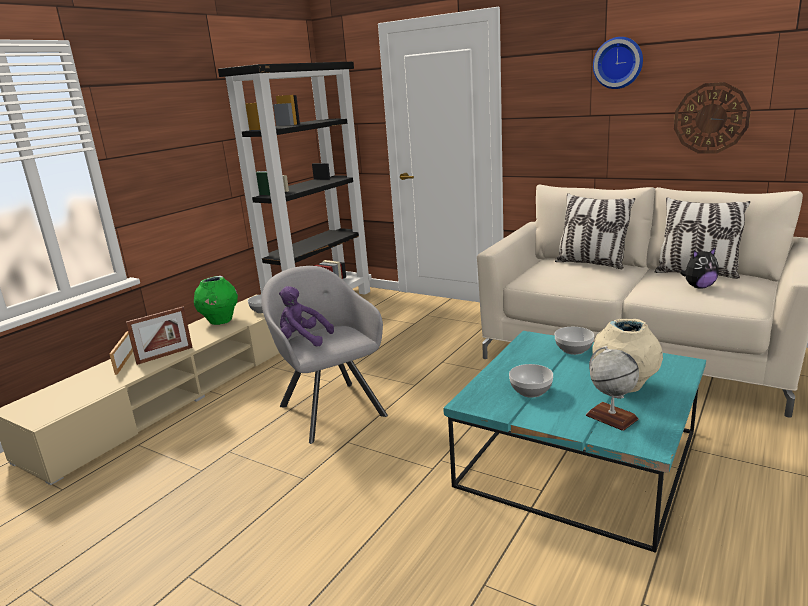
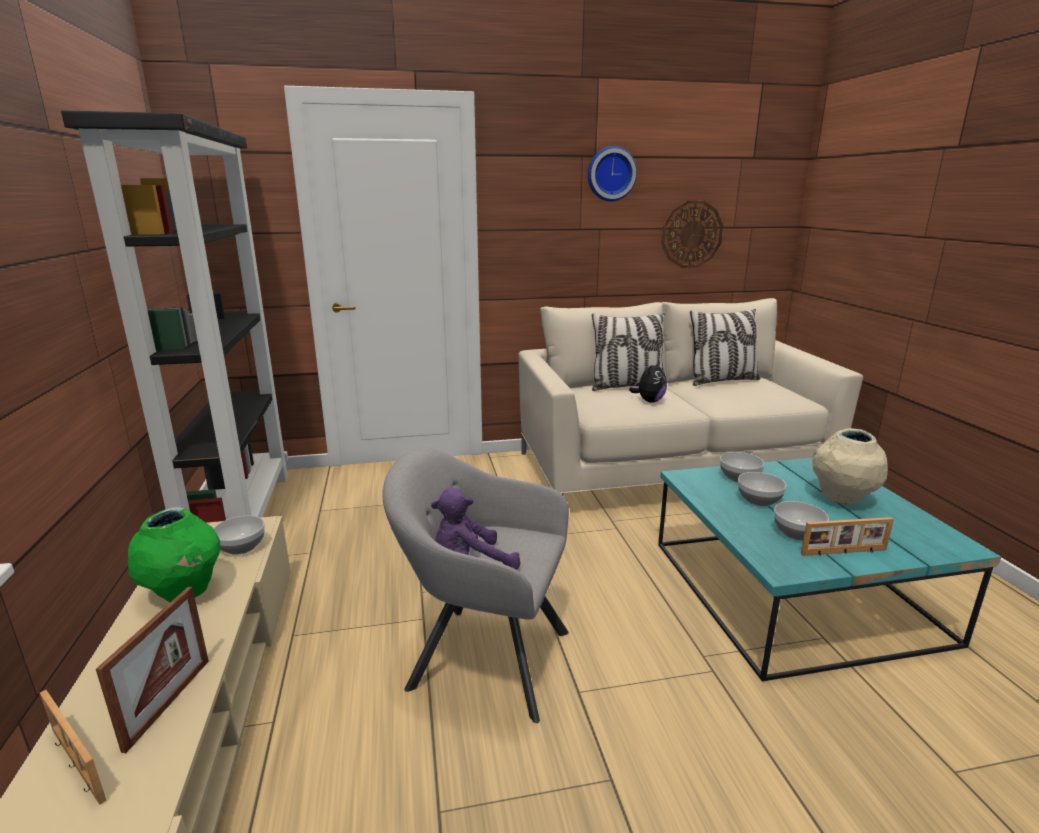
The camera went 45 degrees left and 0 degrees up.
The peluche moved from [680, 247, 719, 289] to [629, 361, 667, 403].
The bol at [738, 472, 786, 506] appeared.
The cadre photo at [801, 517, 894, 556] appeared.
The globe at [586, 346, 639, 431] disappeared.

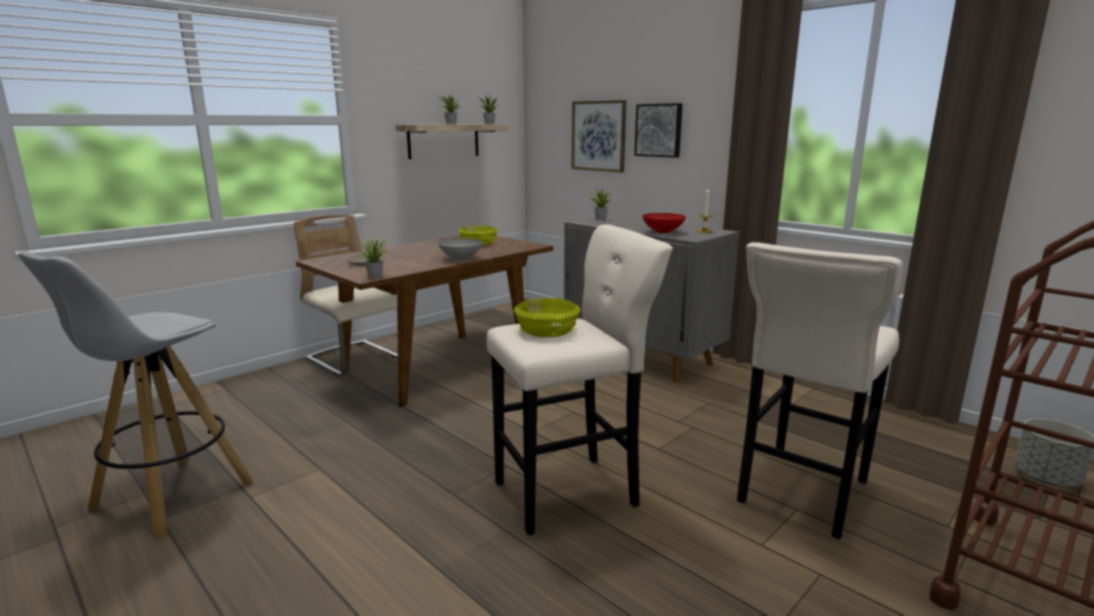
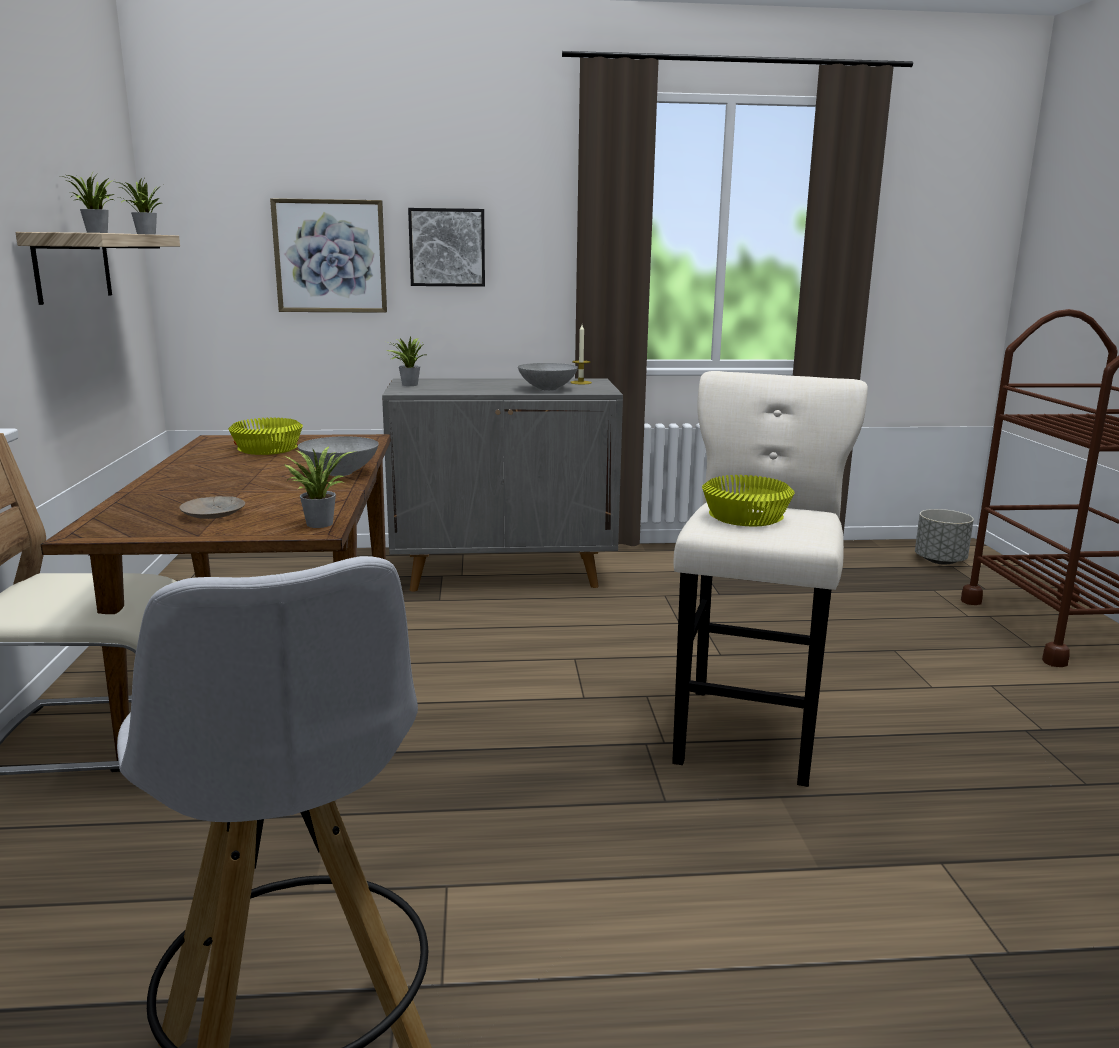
The camera went 50 degrees left and 0 degrees up.
The bol/rouge at [642, 213, 686, 233] became the bol/gris at [518, 363, 578, 391].
The tabouret/beige at [737, 242, 903, 539] disappeared.

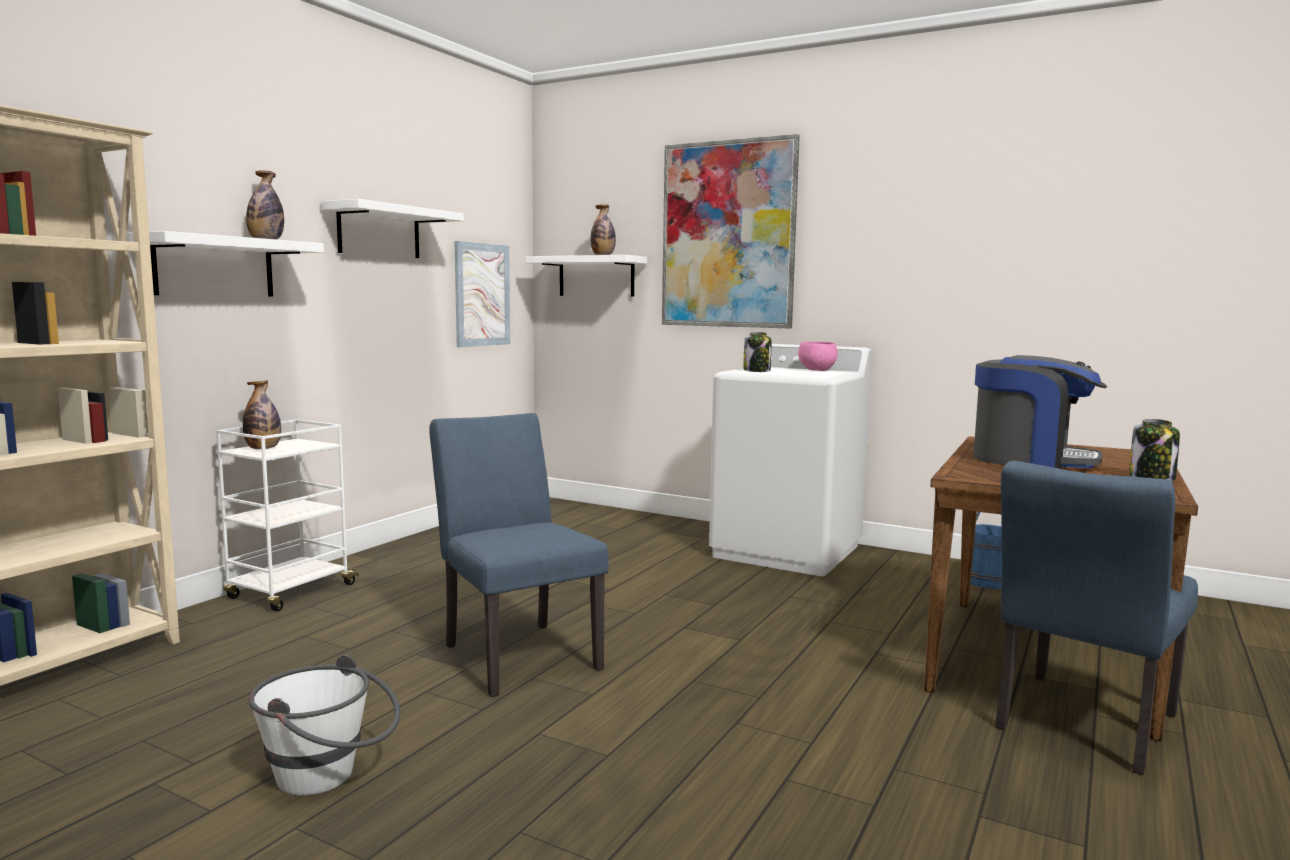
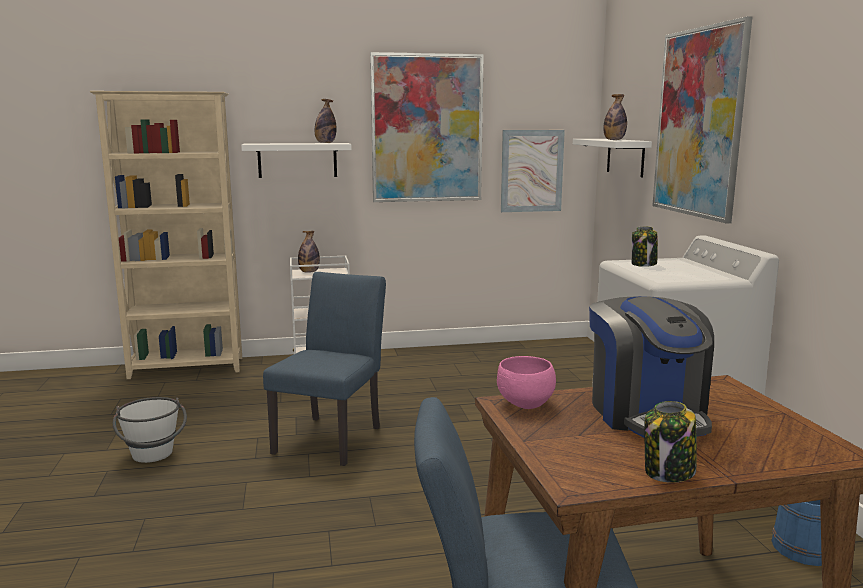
The camera went 50 degrees right and 5 degrees up.
The étagère/blanc at [321, 199, 464, 258] was replaced by the tableau at [370, 52, 484, 202].
The bol/rose moved from [798, 341, 838, 371] to [497, 356, 556, 409].

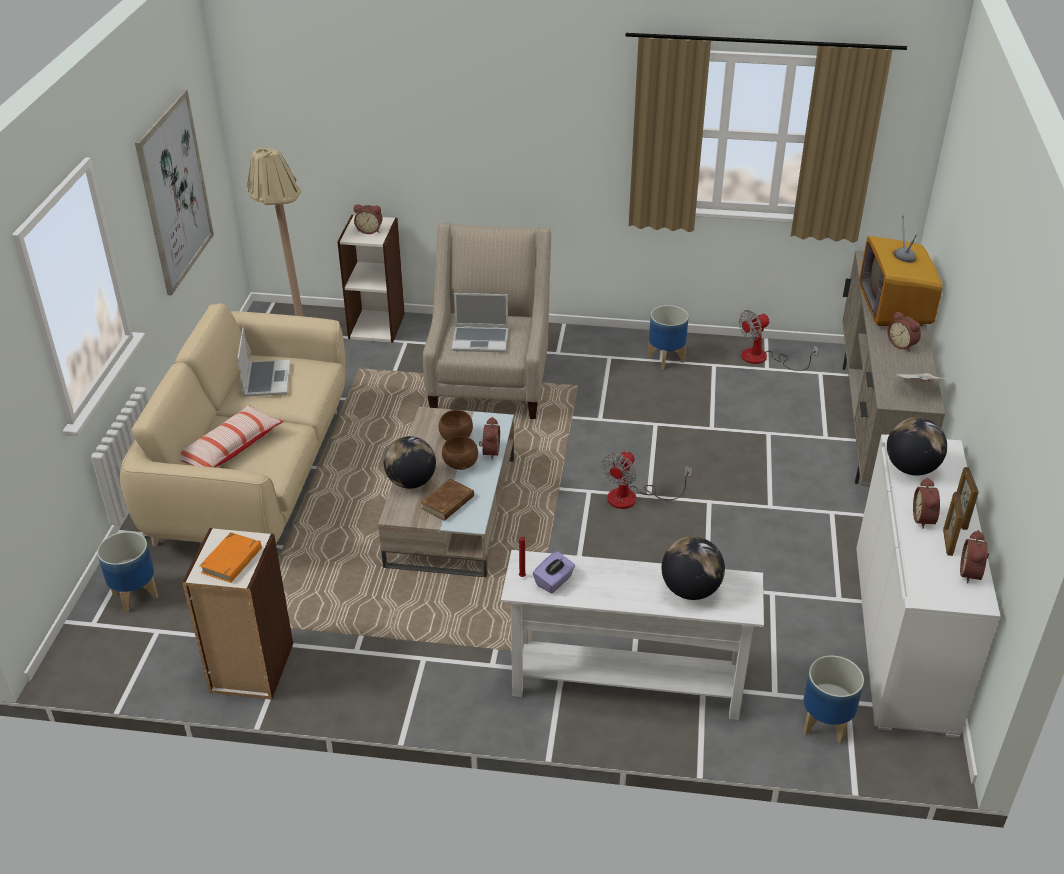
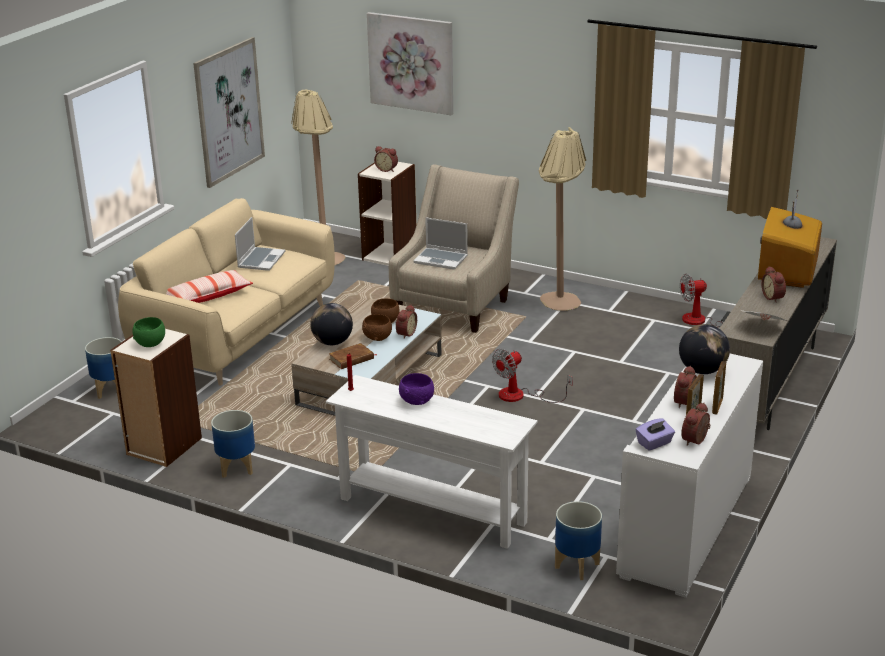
The camera went 20 degrees right and 10 degrees down.
The livre/orange at [199, 532, 262, 583] was replaced by the bol/vert at [132, 317, 165, 347].
The cache-pot moved from [648, 305, 689, 369] to [211, 410, 255, 478].
The tableau at [367, 12, 453, 115] appeared.
The bol/violet at [399, 373, 434, 405] appeared.
The lampadaire/beige at [539, 127, 586, 311] appeared.
The boîte à mouchoirs/violet moved from [533, 551, 575, 593] to [636, 419, 675, 451].
The globe at [662, 536, 725, 600] disappeared.

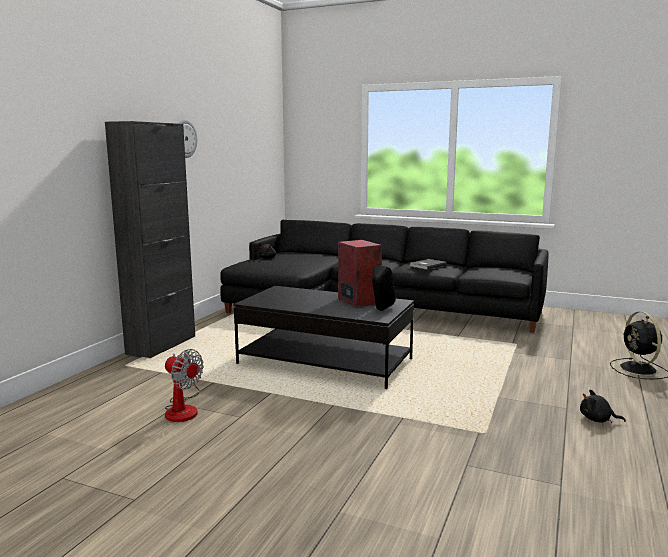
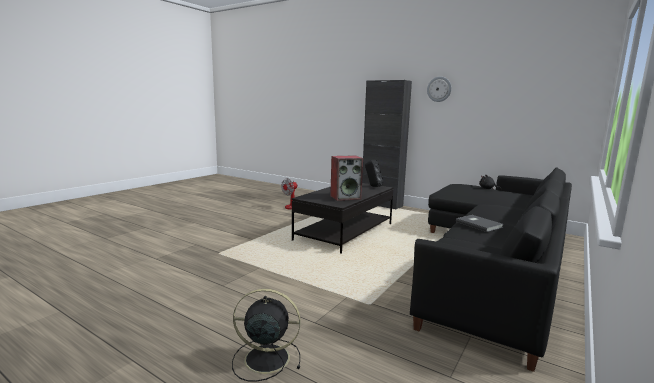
The camera went 100 degrees right and 0 degrees up.
The enceinte/noir moved from [372, 266, 396, 311] to [365, 160, 383, 187].
The peluche/noir at [580, 390, 626, 423] disappeared.

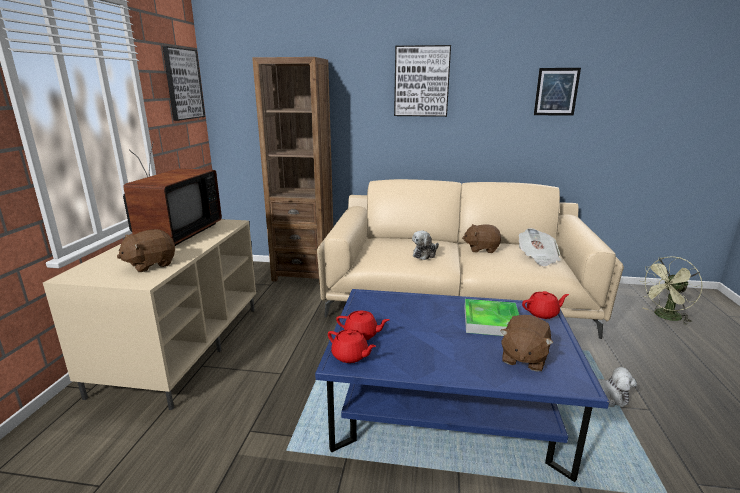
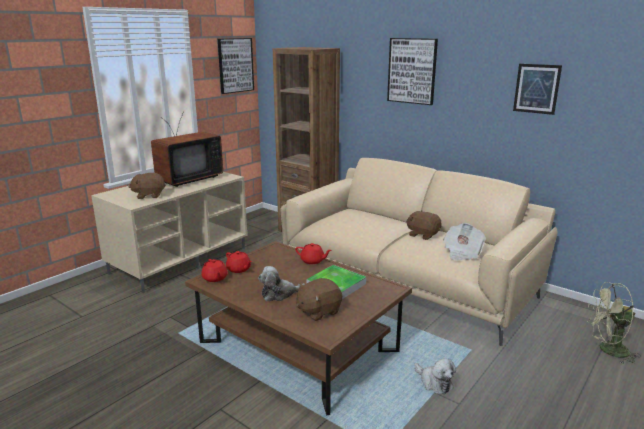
The camera went 30 degrees right and 0 degrees up.
The table basse/bleu at [315, 289, 609, 482] became the table basse/marron at [185, 241, 412, 416].
The peluche moved from [412, 231, 439, 260] to [258, 266, 305, 301].
The théière/rouge moved from [522, 291, 569, 319] to [295, 243, 332, 264].

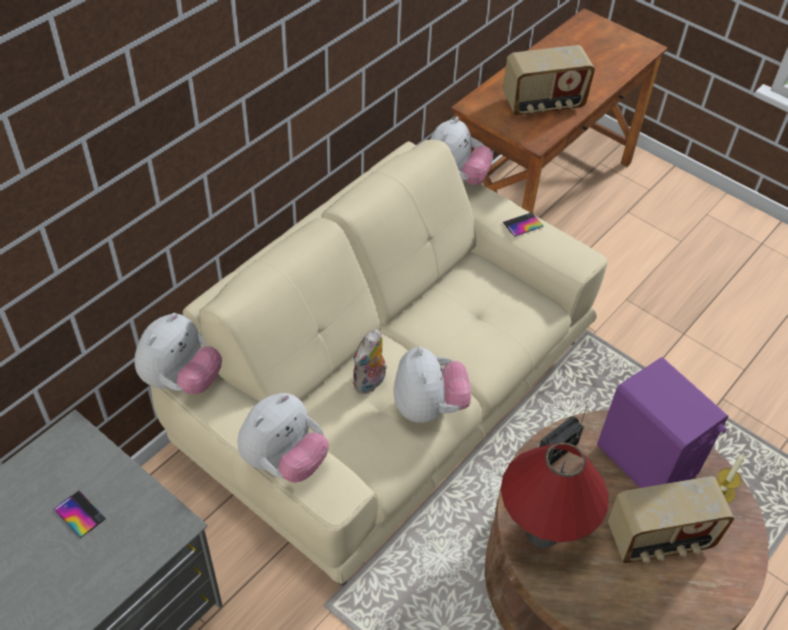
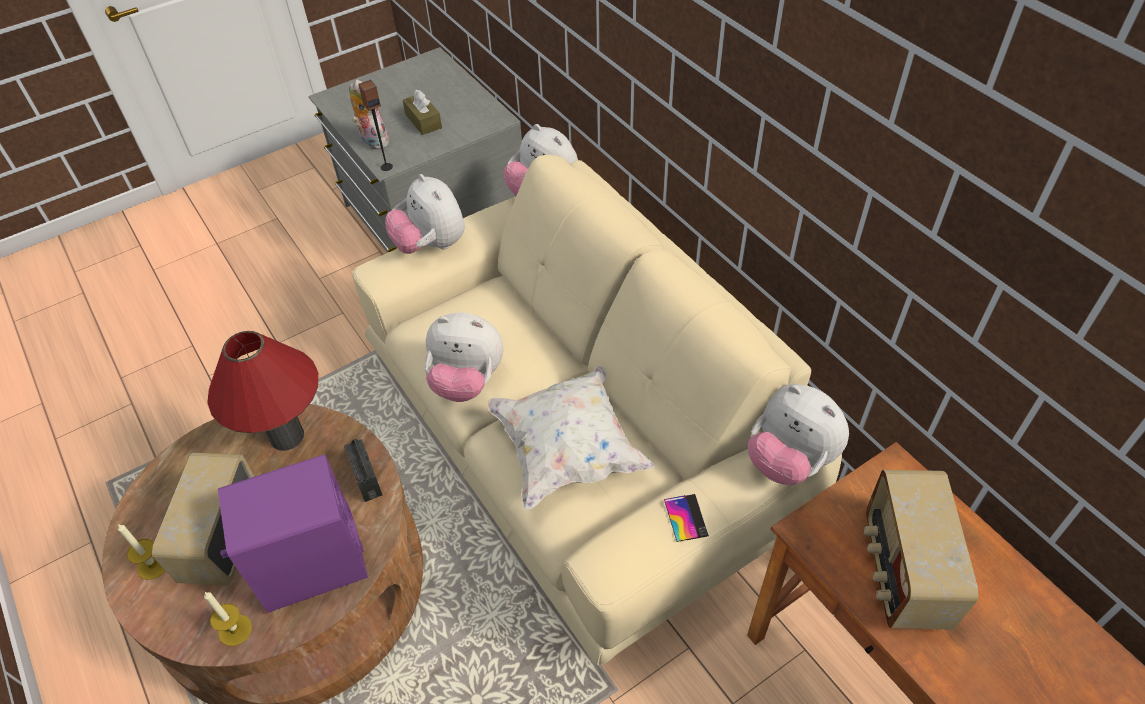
The camera went 110 degrees right and 0 degrees up.
The bougie at [118, 524, 165, 580] appeared.
The peluche moved from [352, 329, 387, 394] to [349, 79, 392, 150].
The enceinte at [358, 80, 393, 171] appeared.
The téléphone at [53, 491, 106, 538] was replaced by the boîte à mouchoirs/marron at [403, 90, 442, 135].
The coussin/blanc at [488, 366, 655, 510] appeared.

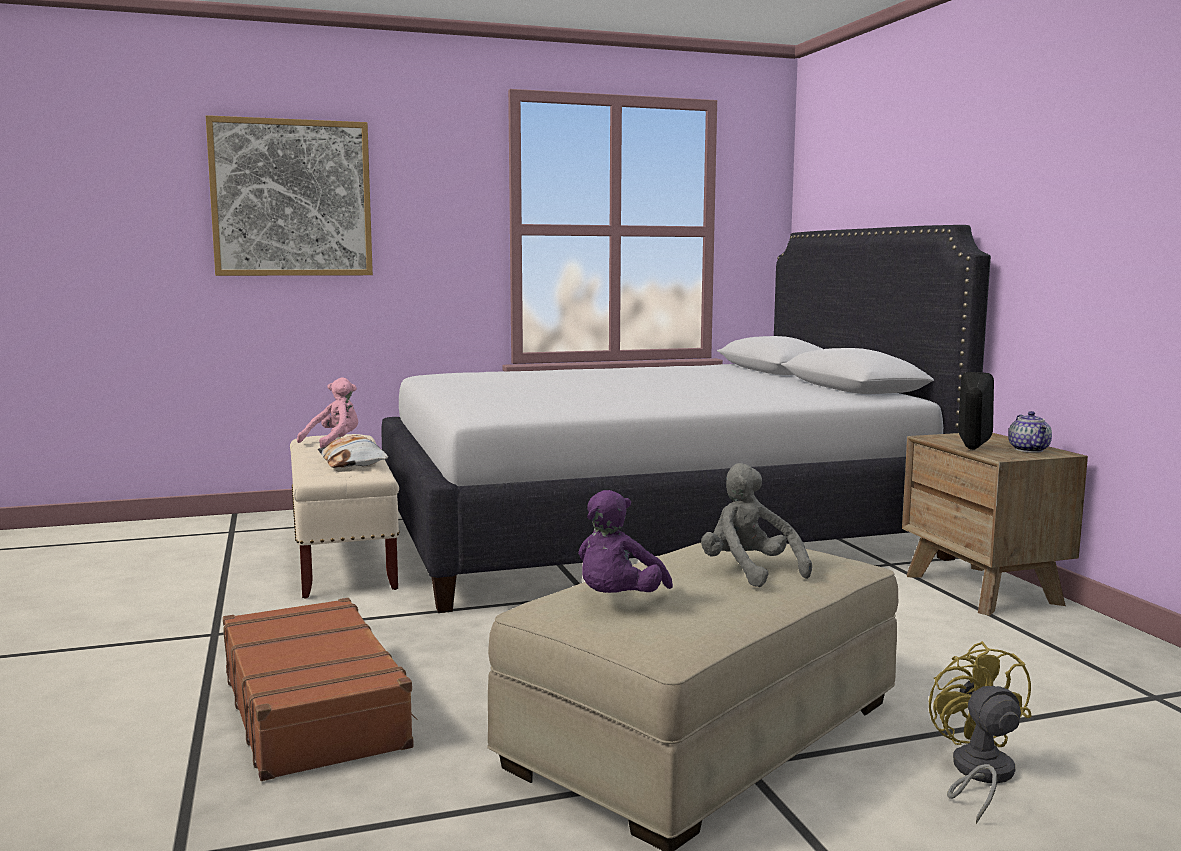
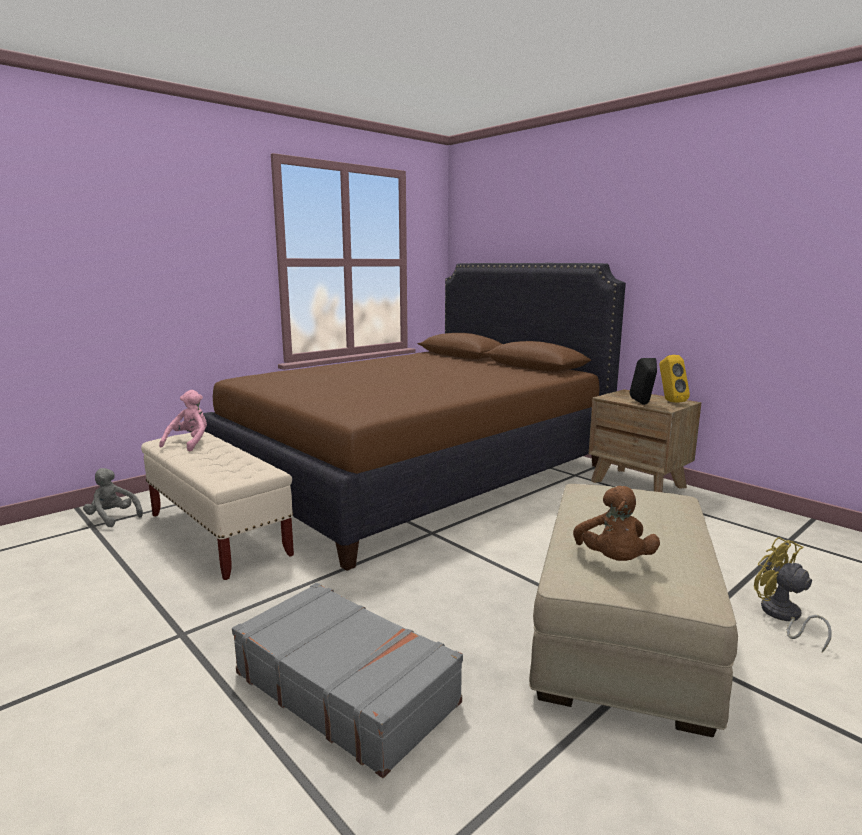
The camera went 25 degrees left and 5 degrees up.
The peluche/gris moved from [701, 463, 812, 587] to [83, 468, 143, 527].
The lit/blanc at [382, 225, 991, 613] became the lit/marron at [203, 263, 626, 571].
The valise/marron at [223, 598, 418, 781] became the valise/gris at [232, 583, 463, 778].
The peluche/violet at [578, 490, 673, 593] became the peluche/marron at [573, 486, 660, 561].
The théière at [1008, 411, 1052, 453] was replaced by the enceinte/jaune at [659, 355, 690, 403].
The tableau at [206, 115, 373, 276] disappeared.
The coussin at [318, 435, 388, 468] disappeared.

